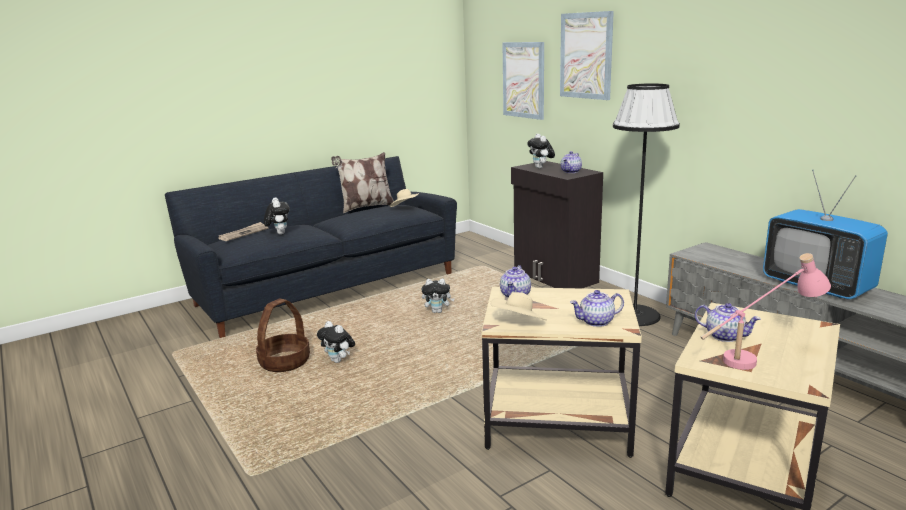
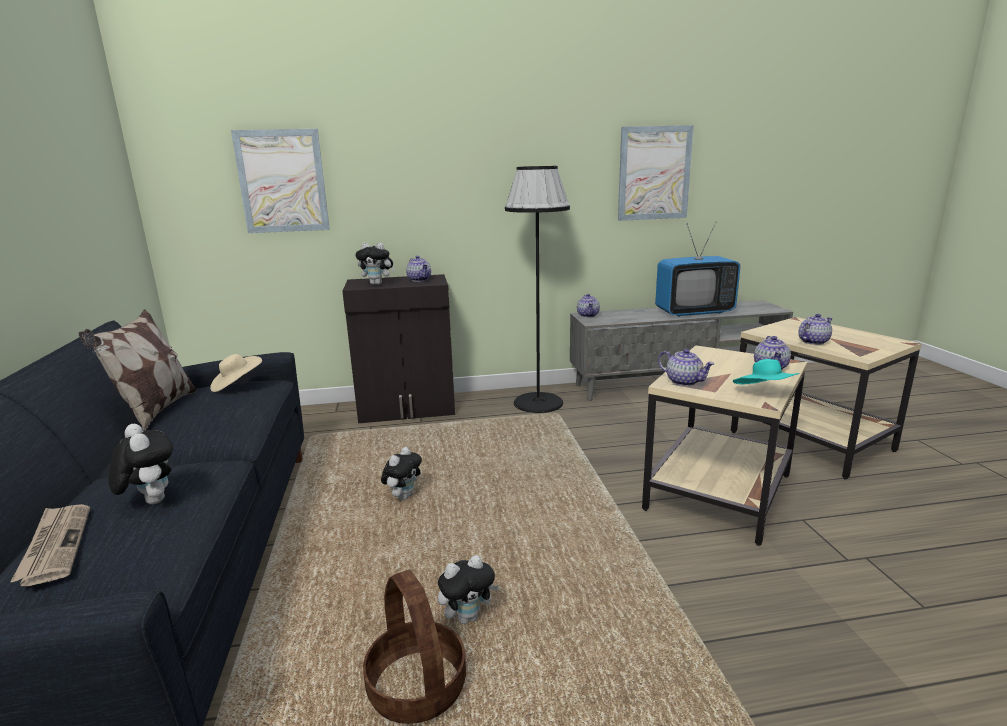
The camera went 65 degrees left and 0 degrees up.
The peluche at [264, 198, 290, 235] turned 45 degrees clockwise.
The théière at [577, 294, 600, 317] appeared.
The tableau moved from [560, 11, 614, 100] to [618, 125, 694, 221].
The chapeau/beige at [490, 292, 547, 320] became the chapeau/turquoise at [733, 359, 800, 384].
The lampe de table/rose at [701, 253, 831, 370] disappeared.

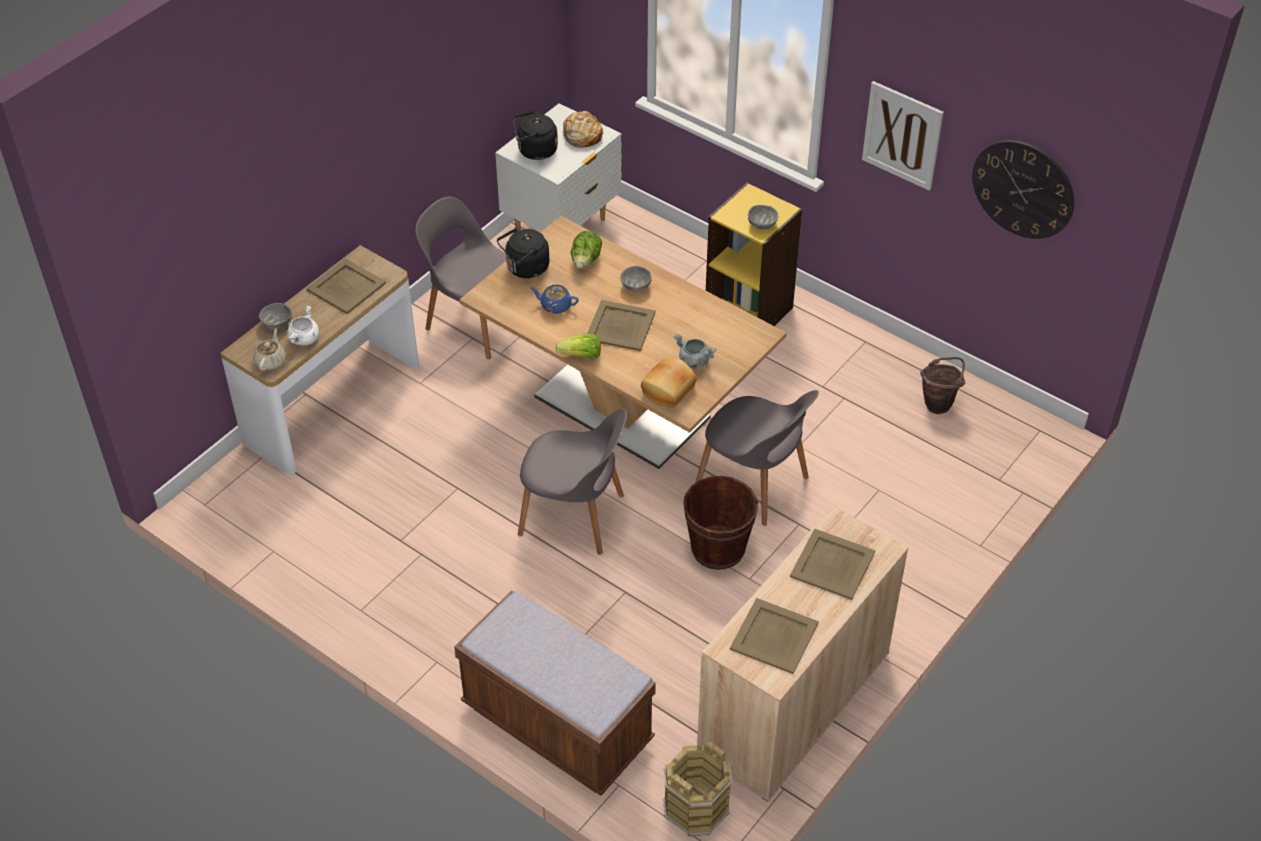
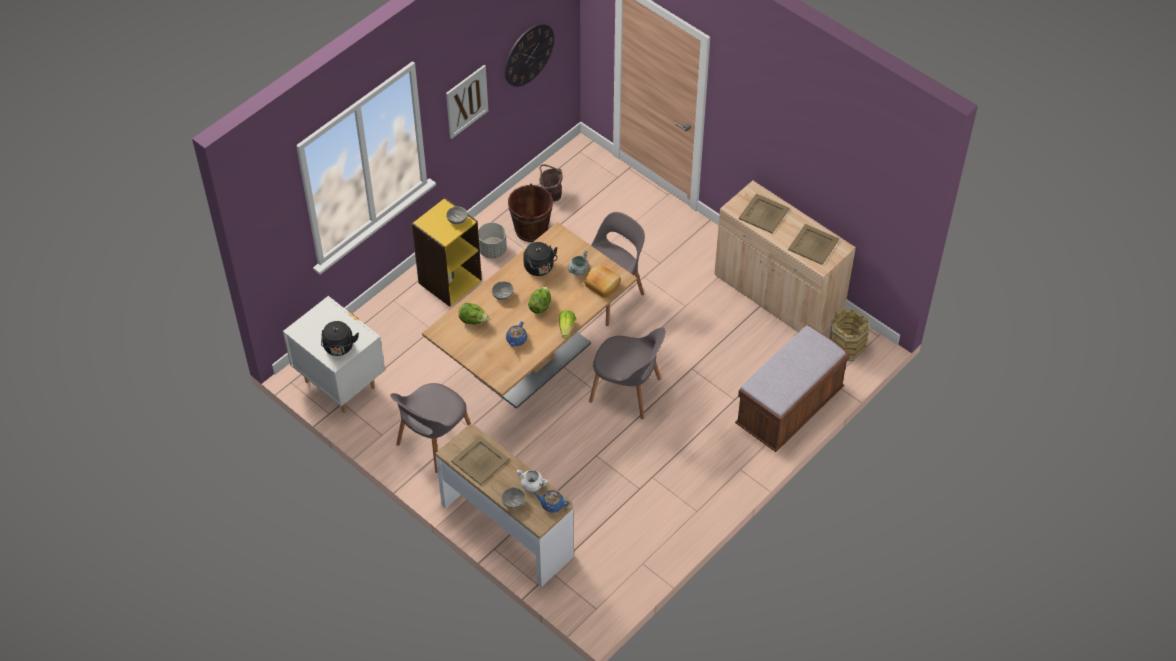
The camera went 85 degrees left and 5 degrees up.
The cache-pot/gris at [478, 222, 507, 258] appeared.
The seau/marron moved from [683, 476, 758, 570] to [508, 184, 553, 242].
The bouilloire/noir moved from [497, 227, 549, 279] to [523, 242, 558, 276].
The plateau/beige at [587, 300, 656, 351] was replaced by the laitue at [528, 286, 551, 314].
The théière/beige at [253, 329, 286, 371] became the théière/bleu at [534, 490, 569, 513].
The chaise/gris at [518, 409, 627, 555] turned 90 degrees clockwise.
The pain at [563, 111, 603, 148] disappeared.

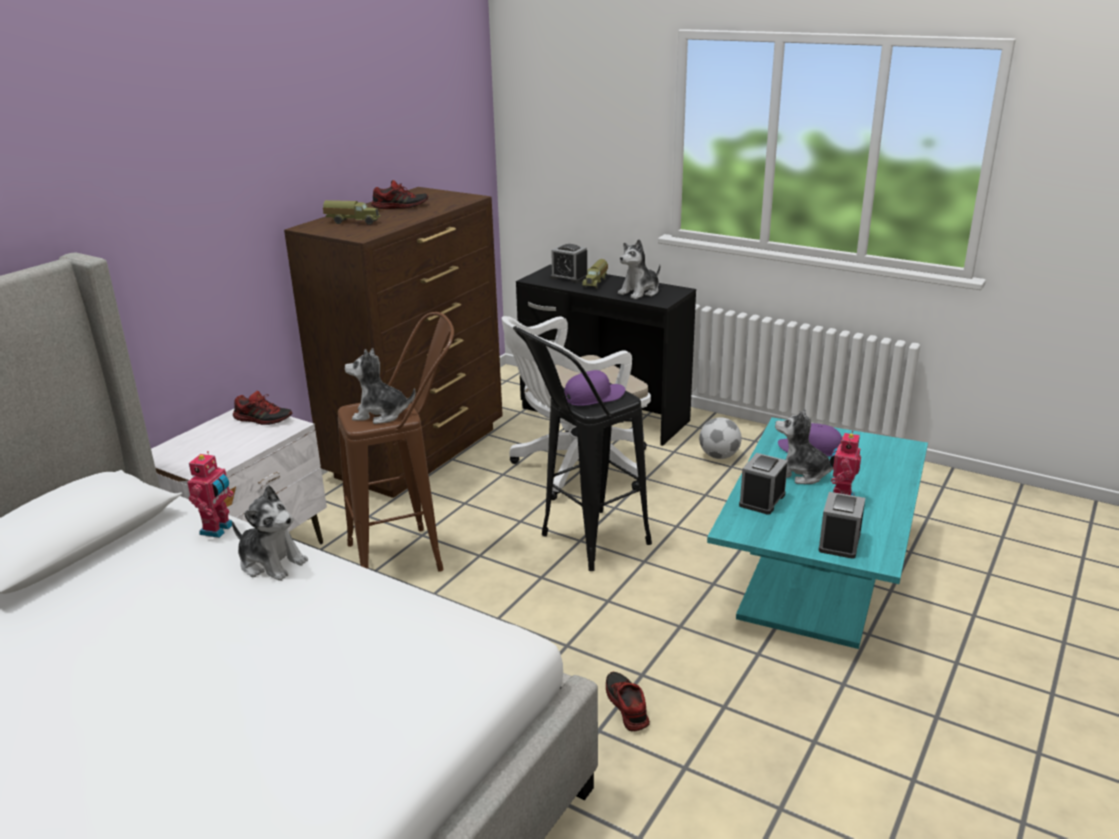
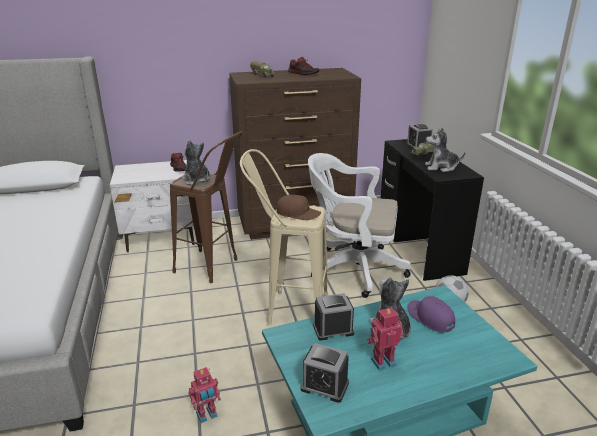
The camera went 45 degrees right and 0 degrees up.
The robot jouet moved from [187, 451, 234, 538] to [188, 367, 221, 423].
The tabouret/noir at [513, 326, 652, 571] became the tabouret/beige at [240, 149, 328, 325].
The casquette/violet at [564, 370, 625, 406] became the casquette/marron at [276, 195, 321, 220].
The réveil at [818, 492, 865, 559] turned 135 degrees counterclockwise.
The peluche at [232, 485, 308, 581] disappeared.
The chaussure at [606, 672, 650, 731] disappeared.

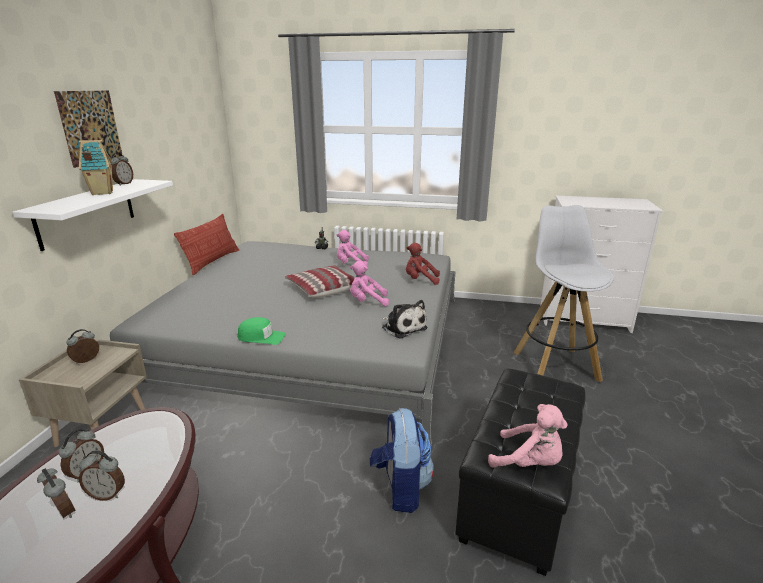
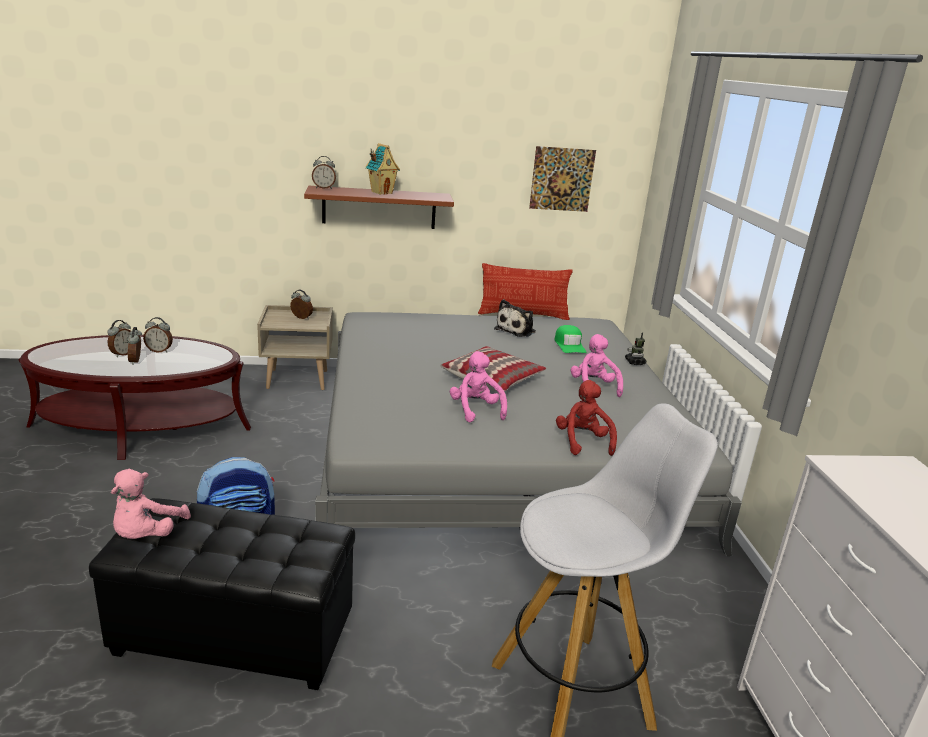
The camera went 70 degrees right and 0 degrees up.
The étagère/blanc at [12, 179, 173, 251] became the étagère/marron at [304, 186, 454, 229].
The réveil moved from [111, 152, 133, 186] to [312, 156, 336, 189].
The peluche moved from [382, 300, 428, 339] to [494, 299, 536, 337].
The tableau moved from [54, 90, 122, 168] to [529, 146, 596, 212].
The casquette/vert moved from [237, 317, 286, 345] to [554, 325, 586, 353].

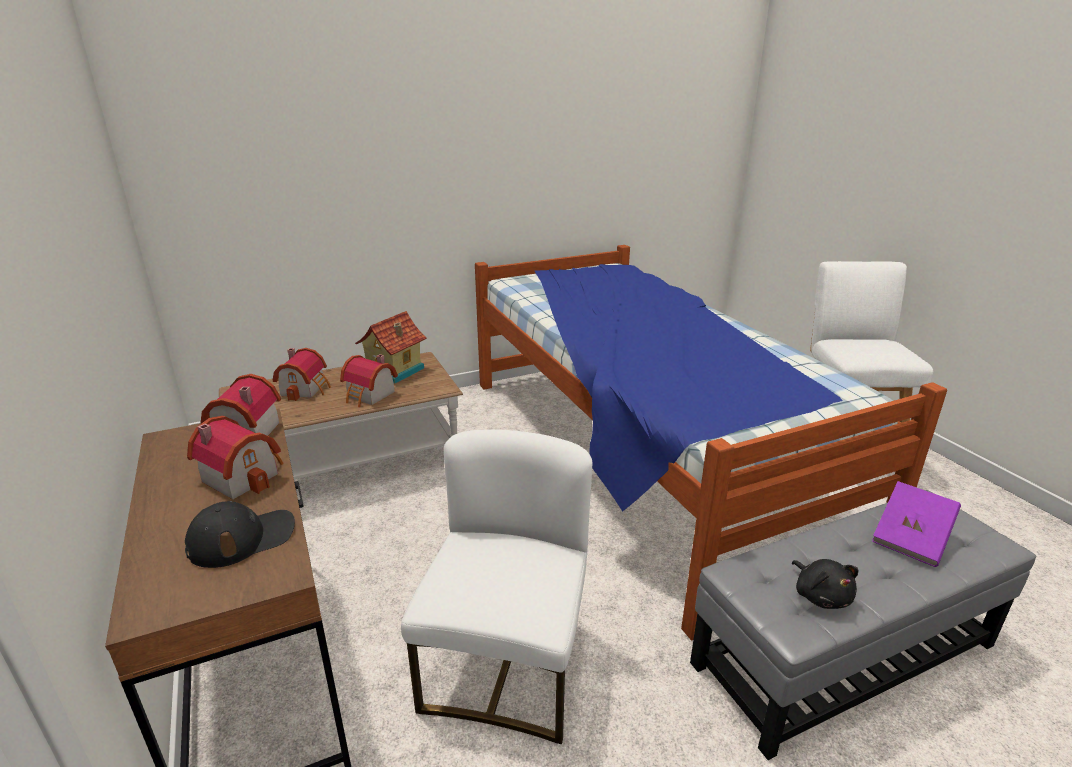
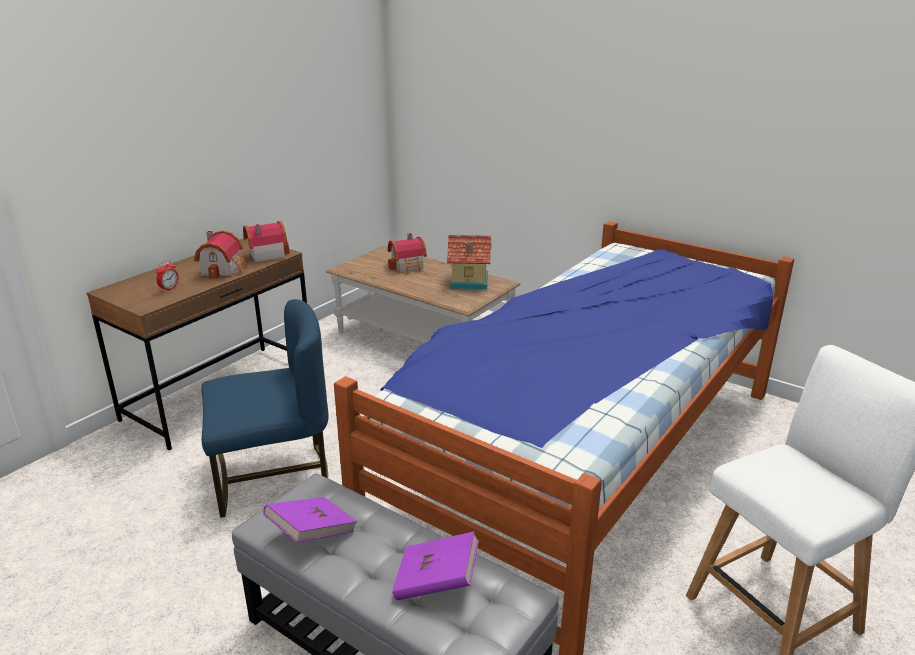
The camera went 60 degrees right and 0 degrees up.
The casquette/noir at [185, 501, 295, 568] was replaced by the réveil at [156, 260, 179, 292].
The chaise/blanc at [401, 430, 593, 744] became the chaise/bleu at [201, 299, 329, 518].
The peluche/noir at [792, 559, 859, 609] was replaced by the livre/violet at [263, 497, 357, 542].
The maison miniature at [340, 354, 398, 407] disappeared.

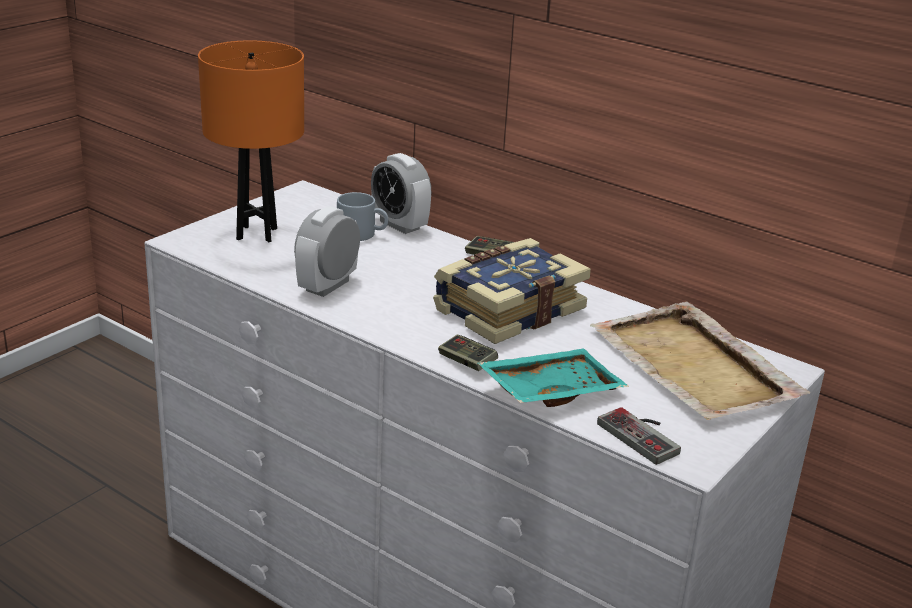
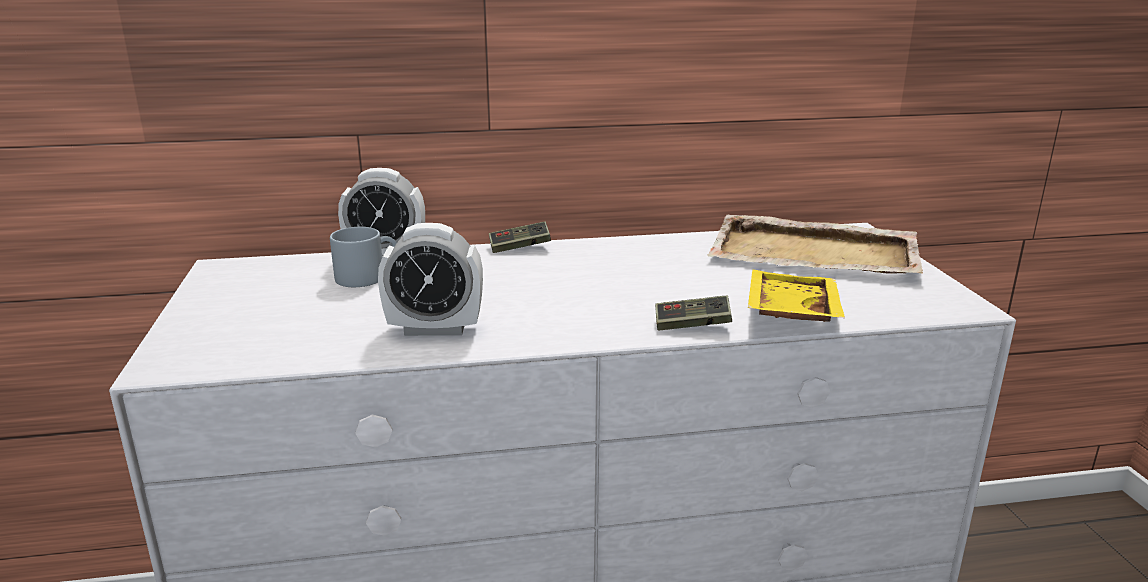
The camera went 45 degrees left and 5 degrees down.
The réveil at [294, 206, 360, 297] turned 75 degrees counterclockwise.
The plateau/turquoise at [478, 348, 629, 407] became the plateau/jaune at [748, 270, 845, 322].
The lampe de table/orange at [198, 40, 304, 242] disappeared.
The livre at [433, 238, 591, 344] disappeared.
The manette at [597, 407, 681, 465] disappeared.

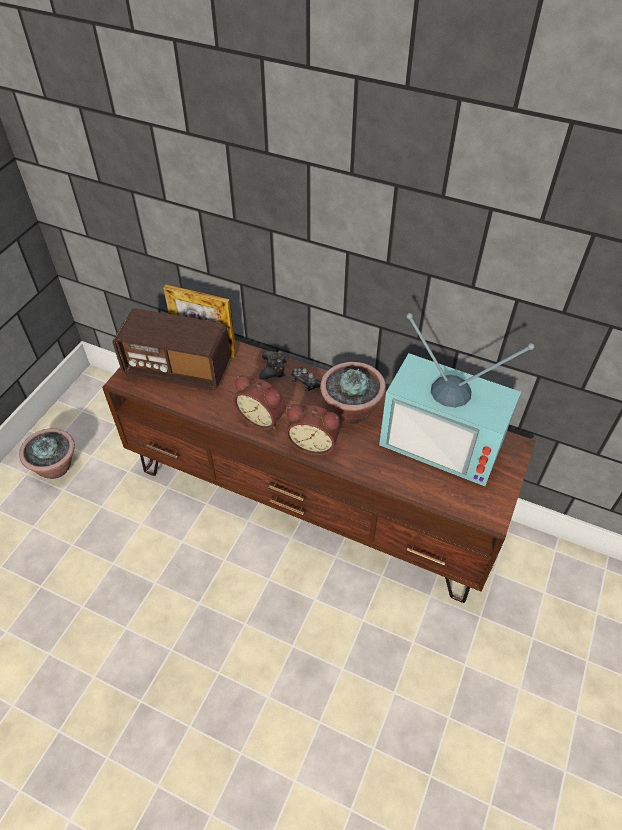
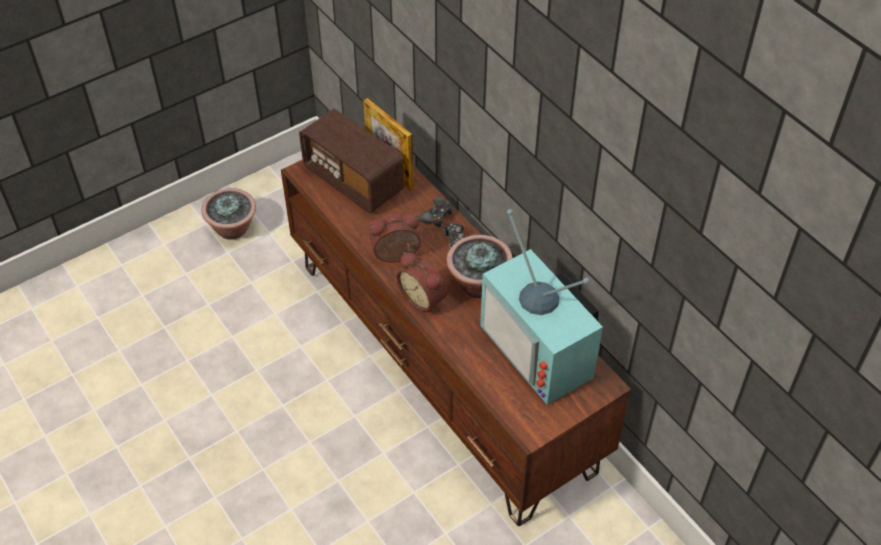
The camera went 30 degrees right and 0 degrees up.
The réveil at [233, 375, 286, 430] turned 105 degrees clockwise.

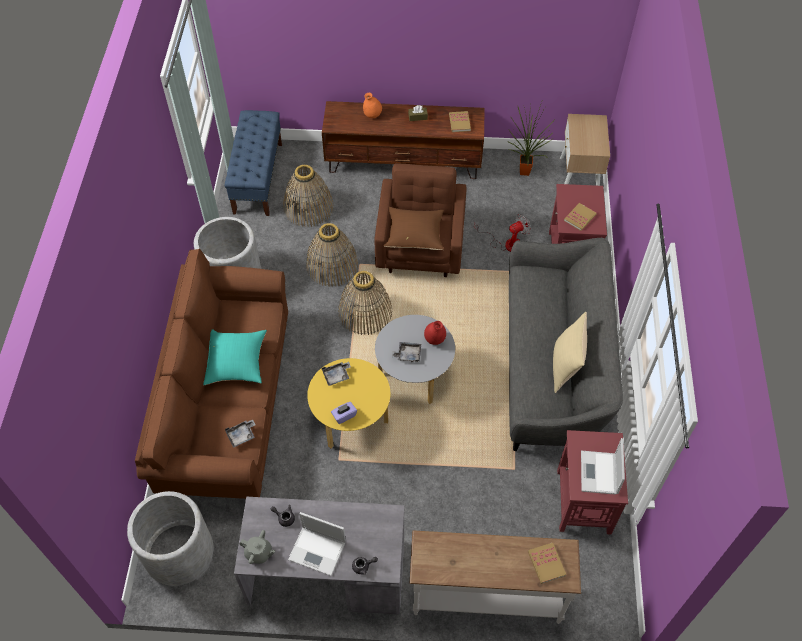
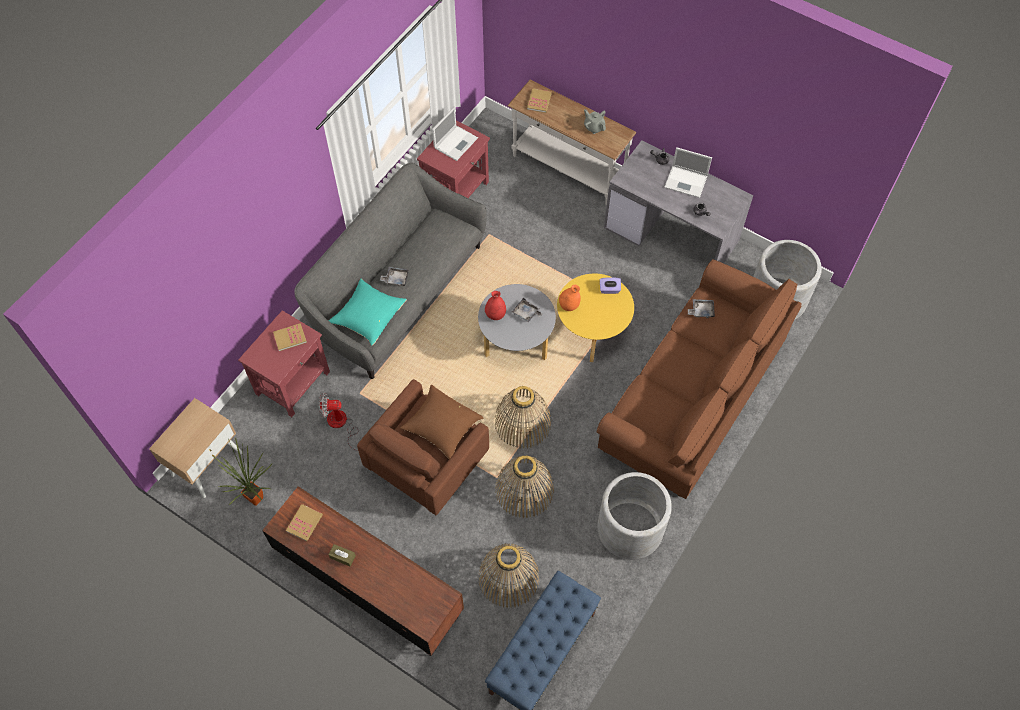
The camera went 150 degrees left and 5 degrees up.
The coussin/turquoise moved from [203, 329, 267, 385] to [329, 279, 407, 346].
The plateau/gris moved from [322, 362, 351, 386] to [380, 267, 409, 286].
The vase/orange moved from [363, 93, 382, 118] to [559, 285, 581, 311].
The théière/gris moved from [239, 530, 275, 564] to [584, 109, 606, 134].
The ordinateur portable at [288, 512, 346, 576] turned 150 degrees clockwise.
The coussin/beige at [553, 312, 587, 393] disappeared.

